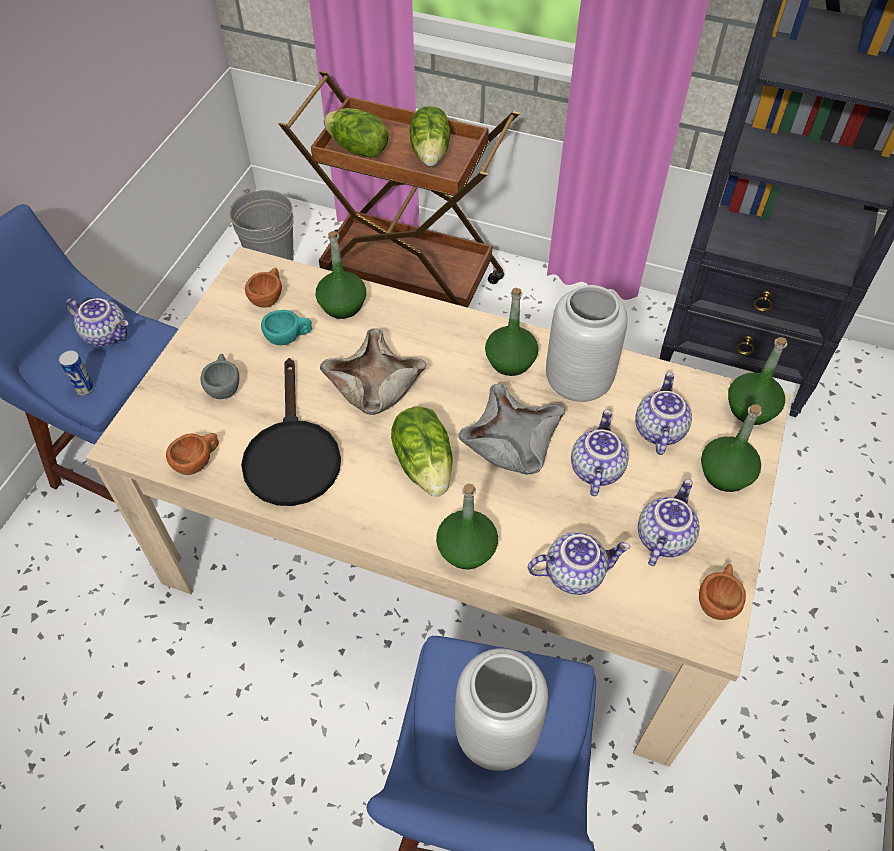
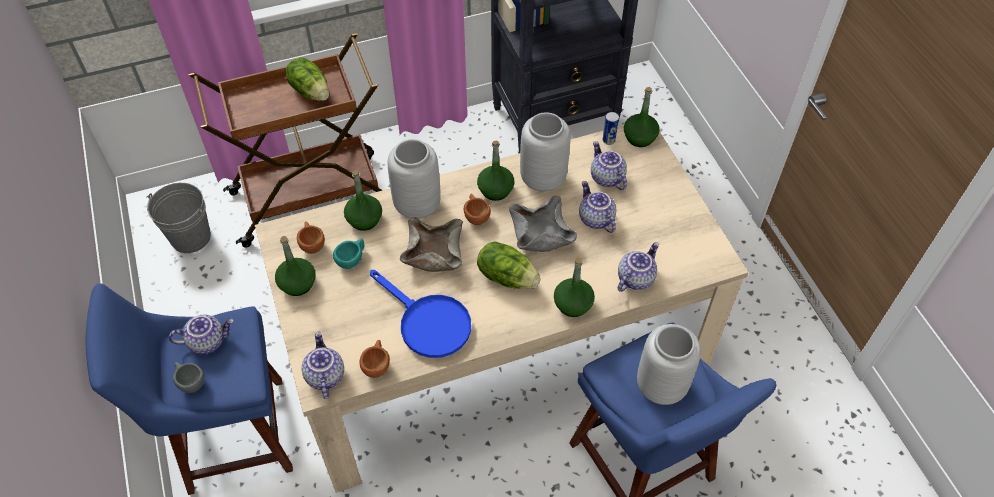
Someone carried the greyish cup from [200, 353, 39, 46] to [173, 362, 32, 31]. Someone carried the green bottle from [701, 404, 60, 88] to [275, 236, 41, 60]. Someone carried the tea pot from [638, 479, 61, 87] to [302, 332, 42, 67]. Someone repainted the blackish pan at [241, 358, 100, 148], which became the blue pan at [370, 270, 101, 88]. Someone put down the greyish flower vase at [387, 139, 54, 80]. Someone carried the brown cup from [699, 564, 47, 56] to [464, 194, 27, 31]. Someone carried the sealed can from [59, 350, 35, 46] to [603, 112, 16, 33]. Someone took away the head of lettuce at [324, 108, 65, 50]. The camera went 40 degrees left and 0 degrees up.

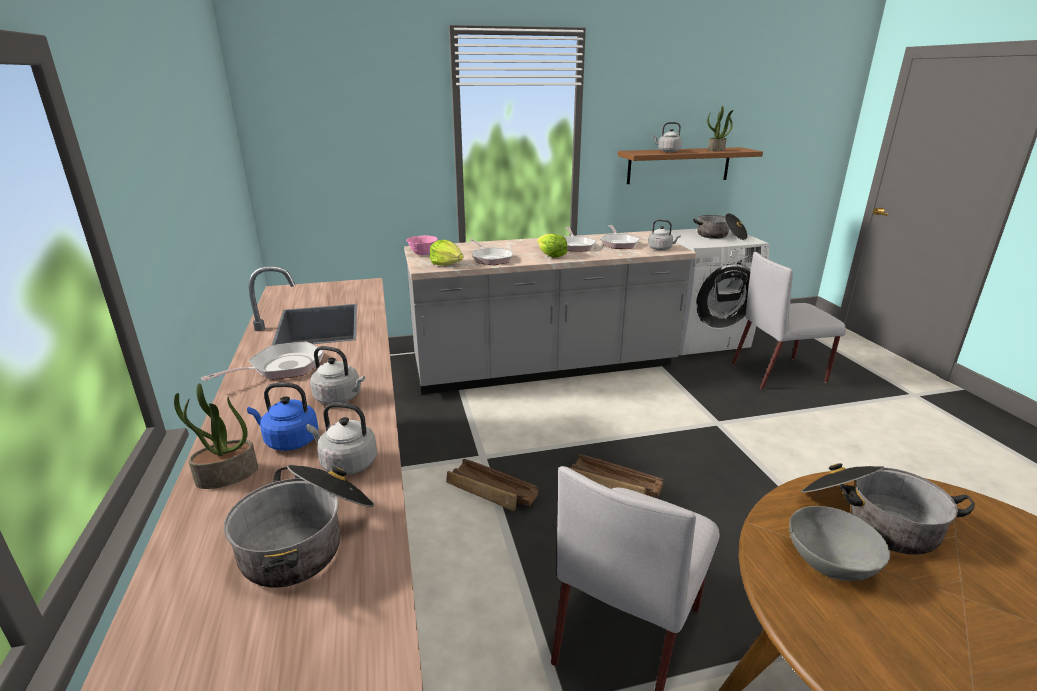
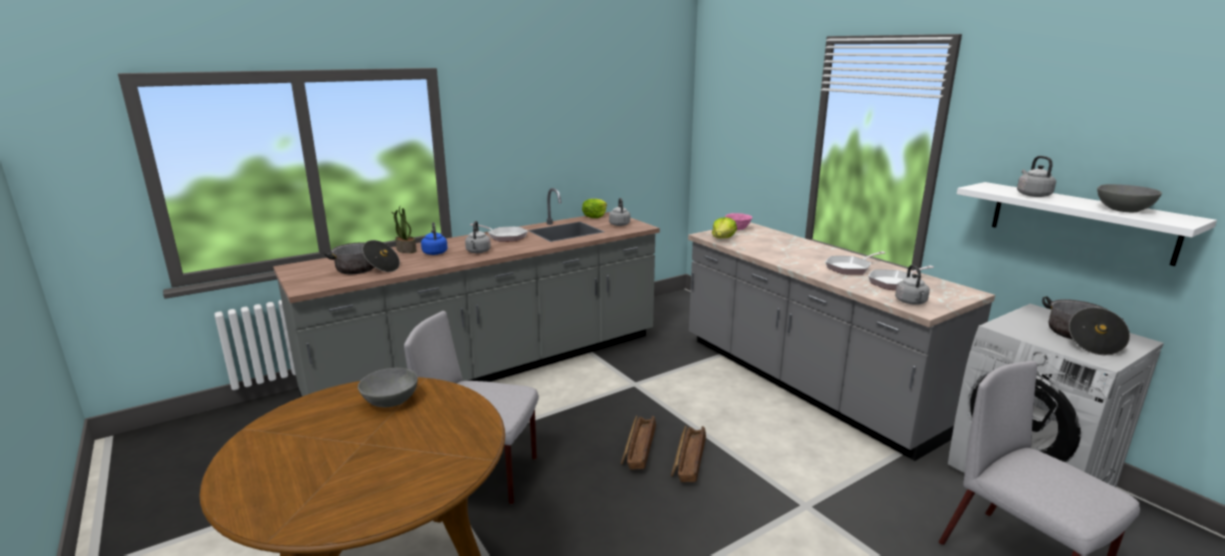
Someone carried the head of lettuce from [537, 234, 31, 24] to [582, 199, 25, 19]. Someone carried the greyish water kettle from [306, 403, 71, 72] to [609, 198, 21, 28]. Someone carried the packing crate from [446, 459, 92, 52] to [671, 425, 35, 57]. Someone repainted the brown wall shelf at [618, 147, 145, 37], which became the white-coloured wall shelf at [957, 182, 260, 84]. Someone swapped the plant in a pot at [707, 106, 26, 45] for the greyish bowl at [1097, 184, 65, 28]. Someone took away the pan at [469, 239, 44, 26]. Someone took away the cooking pot at [801, 463, 174, 92]. The camera went 70 degrees right and 5 degrees down.

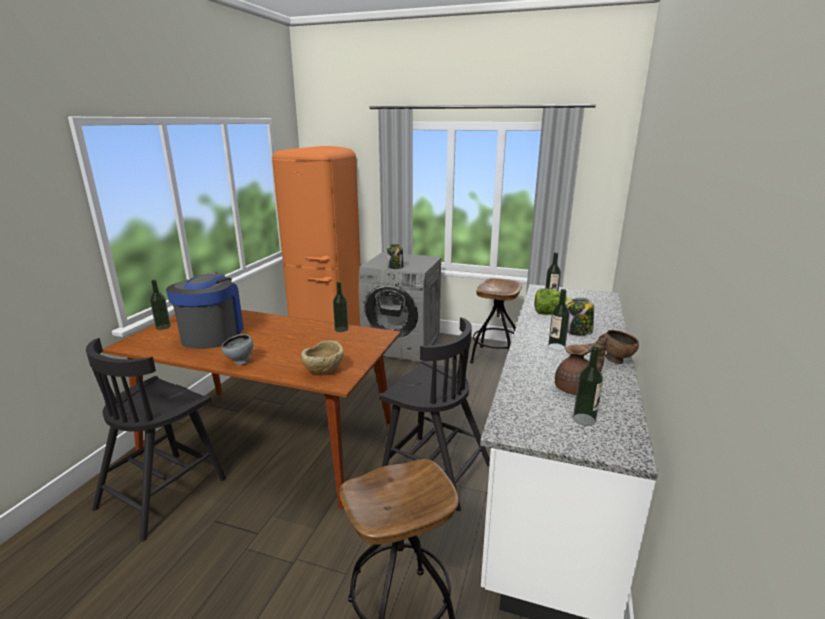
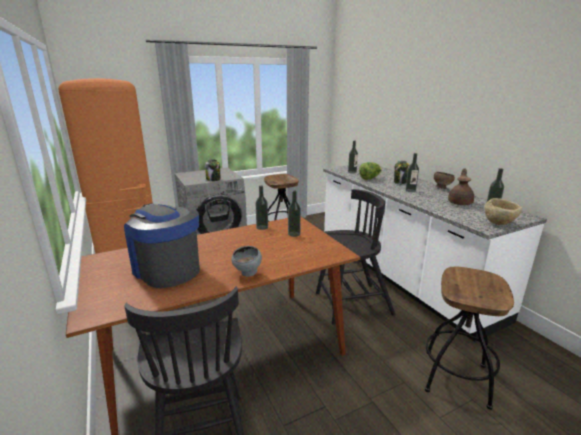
Someone carried the bottle from [150, 280, 21, 50] to [288, 190, 13, 47]. Someone carried the beige bowl from [301, 341, 43, 33] to [484, 198, 38, 27]. The camera went 45 degrees left and 0 degrees up.

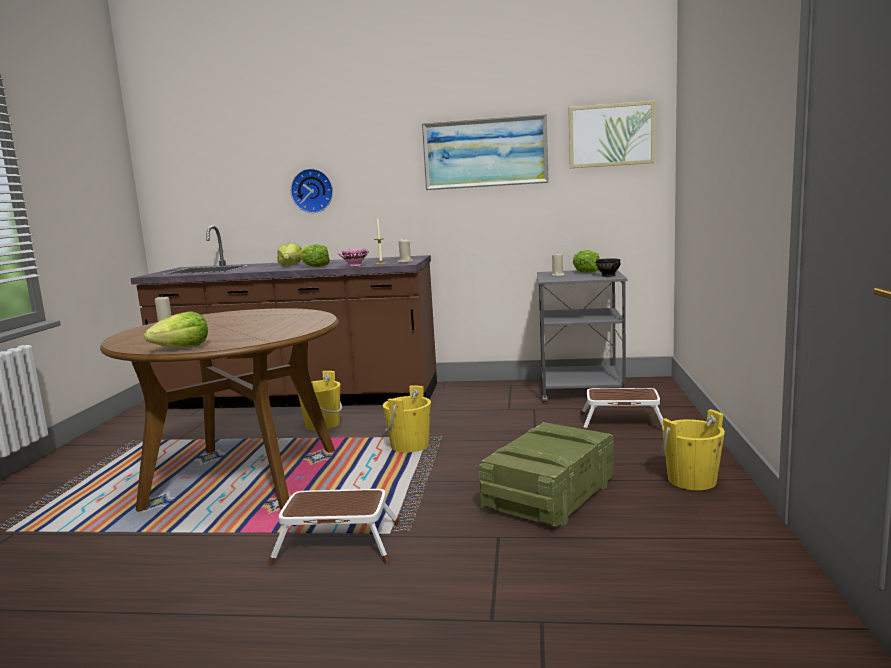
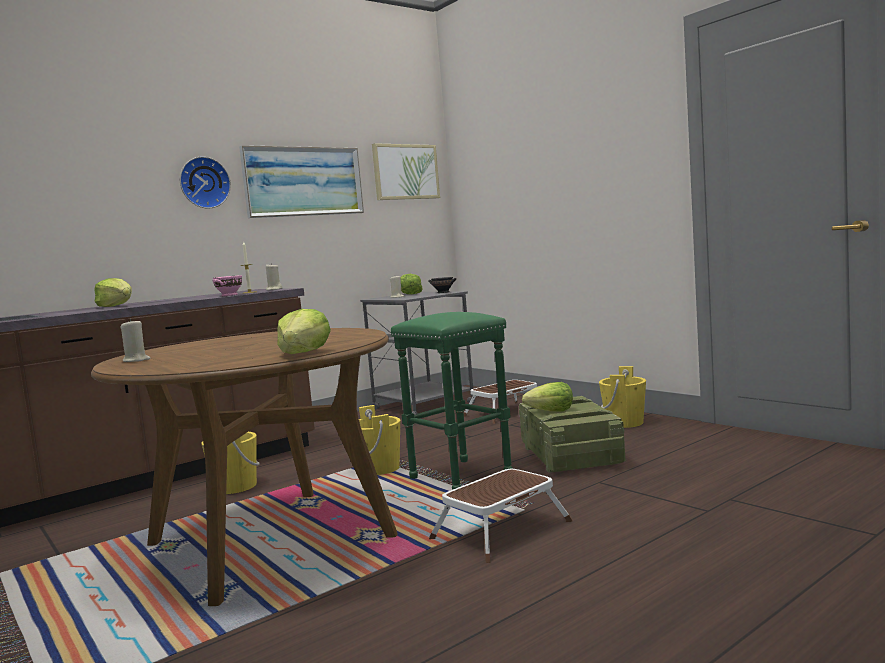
Someone carried the wall clock from [291, 168, 42, 45] to [180, 156, 51, 53]. Someone put down the green stool seat at [391, 312, 121, 178]. Someone carried the head of lettuce from [299, 244, 31, 23] to [522, 382, 51, 29]. The camera went 45 degrees left and 5 degrees down.

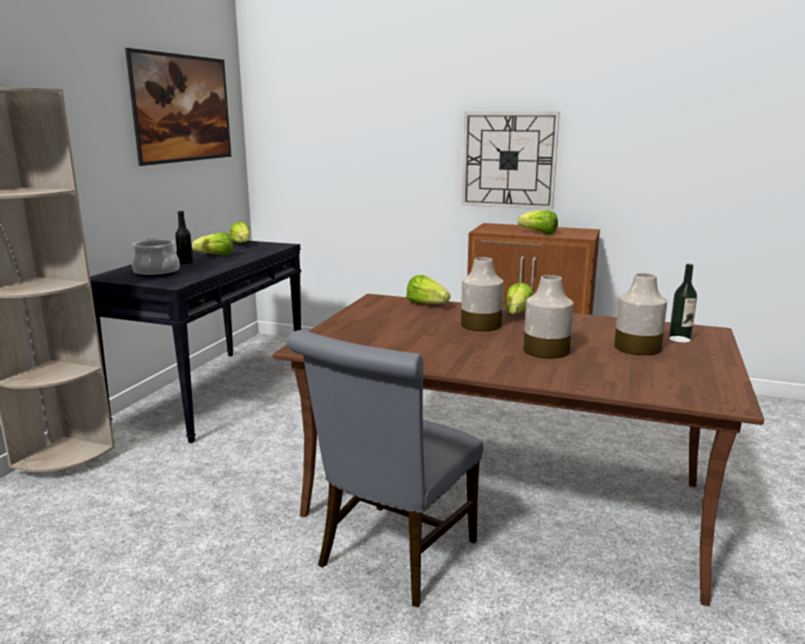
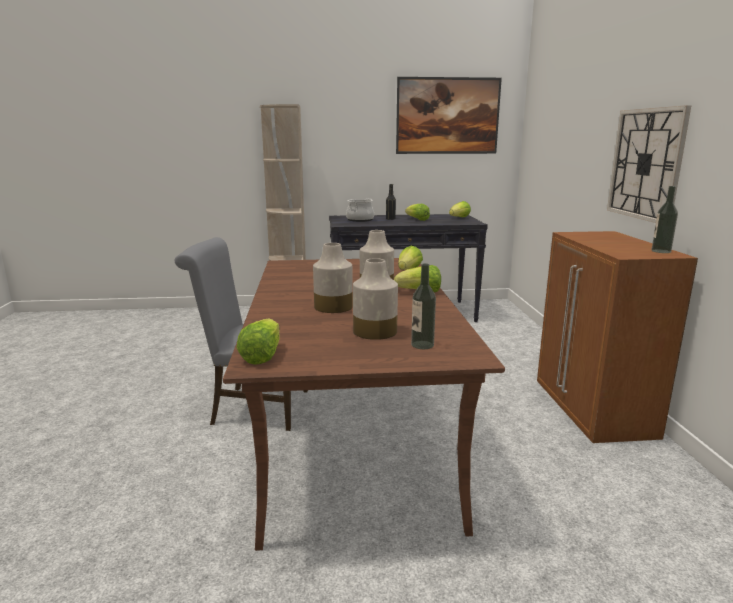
Someone carried the head of lettuce from [518, 210, 40, 24] to [237, 319, 43, 46]. Someone put down the bottle at [652, 186, 26, 67]. The camera went 65 degrees right and 0 degrees up.

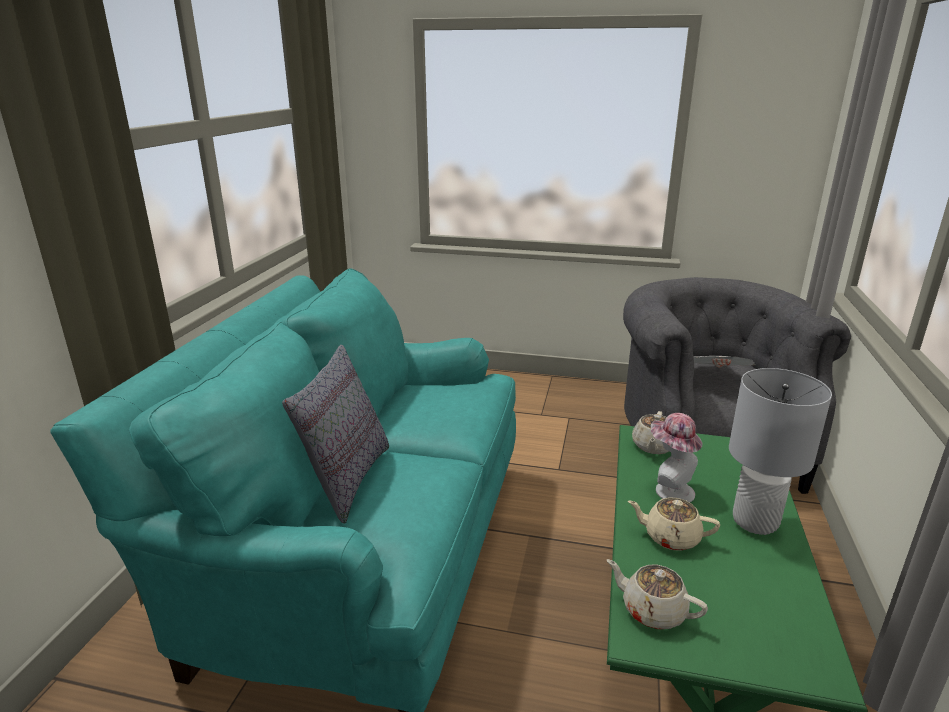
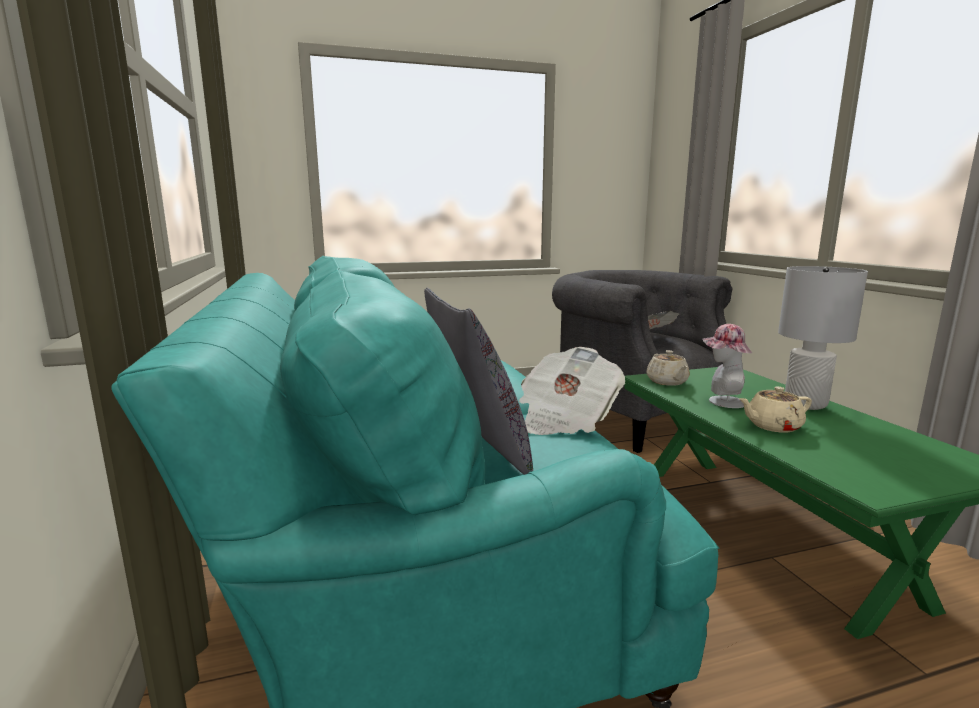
Someone put down the printed paper at [519, 347, 106, 88]. Someone took away the beige tea pot at [607, 559, 101, 70]. The camera went 30 degrees left and 10 degrees down.

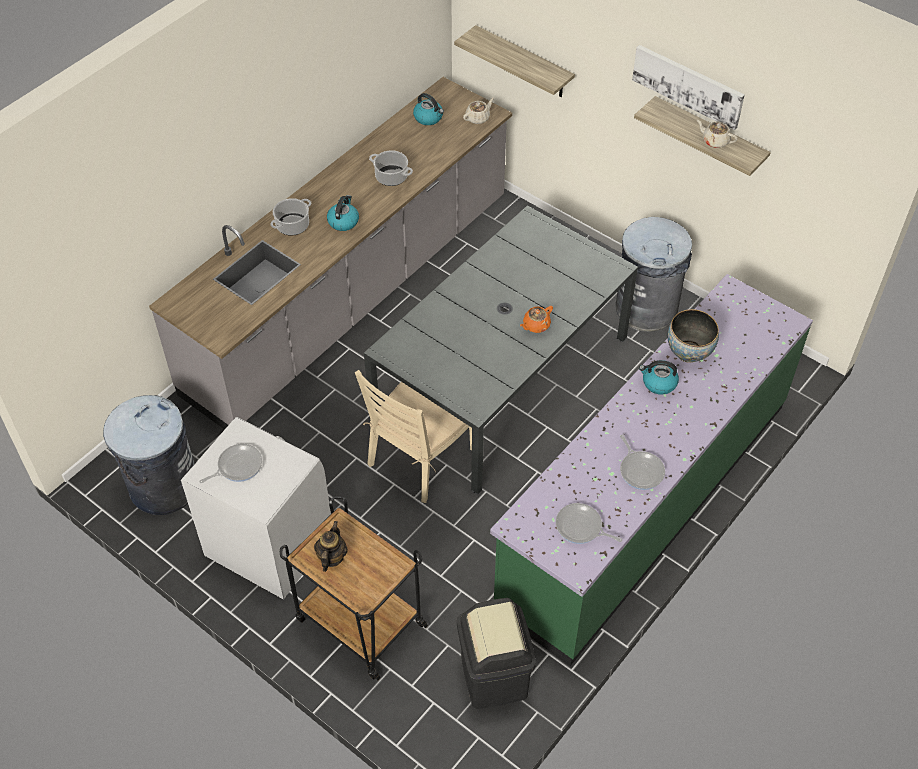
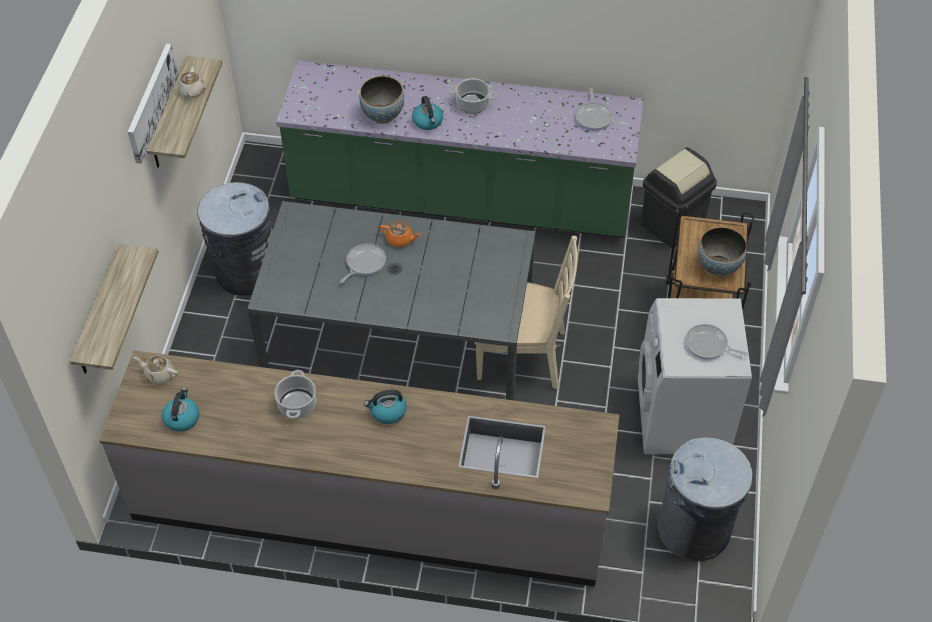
Someone carried the pan from [620, 435, 45, 55] to [340, 243, 46, 40]. Someone carried the cooking pot from [270, 198, 41, 37] to [449, 78, 48, 36]. Someone swapped the tea pot at [314, 521, 34, 51] for the bowl at [698, 227, 49, 50]. The camera went 120 degrees left and 0 degrees up.

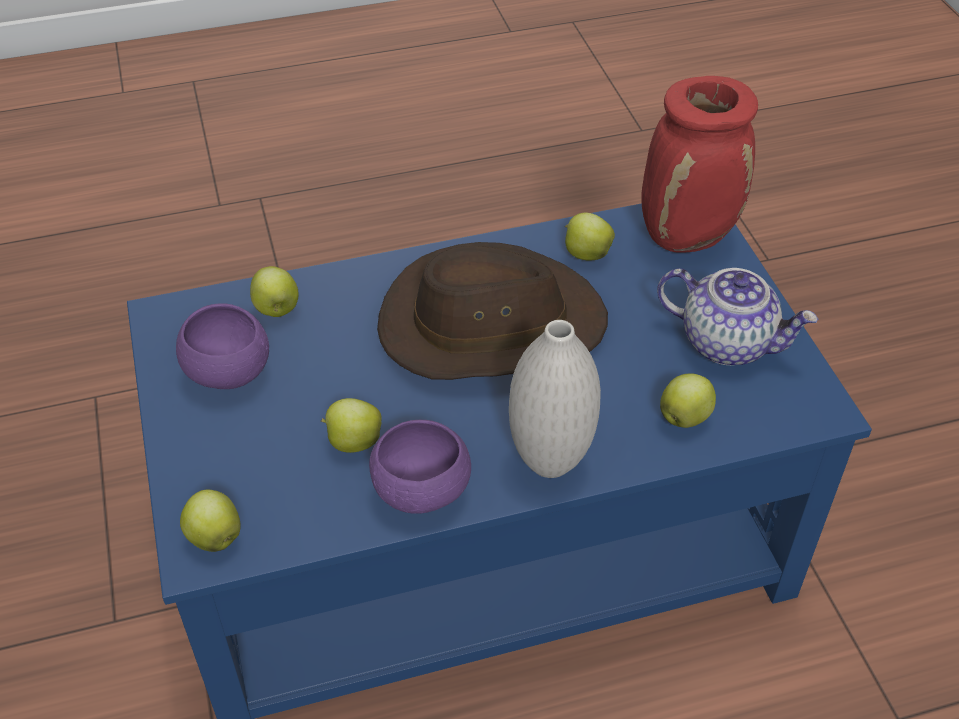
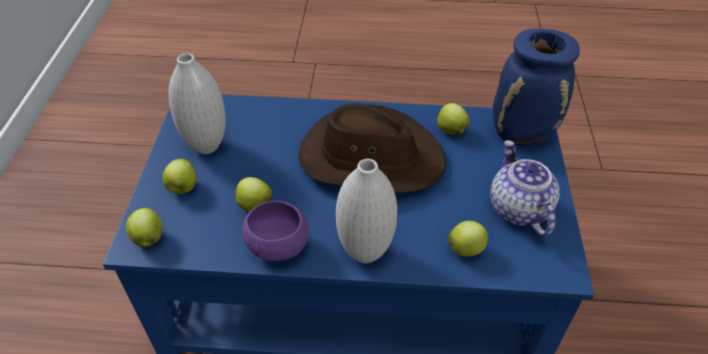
Someone carried the apple fruit from [250, 266, 49, 51] to [162, 159, 34, 35]. Someone swapped the purplish bowl at [176, 303, 93, 86] for the white-coloured flower vase at [168, 53, 58, 101]. Someone rotated the tea pot at [657, 268, 161, 97] by 150 degrees counterclockwise. Someone repainted the red flower vase at [641, 76, 117, 176], which became the blue flower vase at [493, 28, 87, 118]. The camera went 20 degrees right and 0 degrees up.

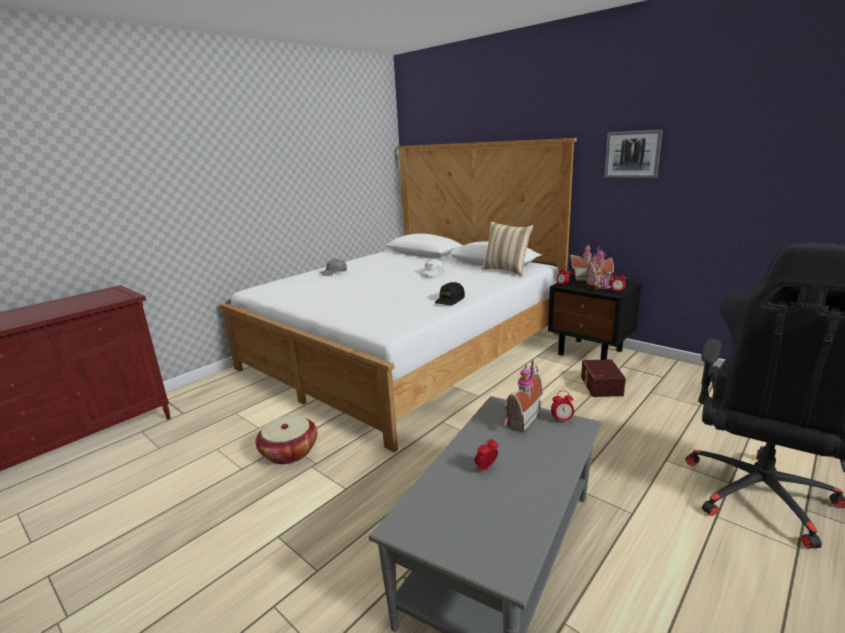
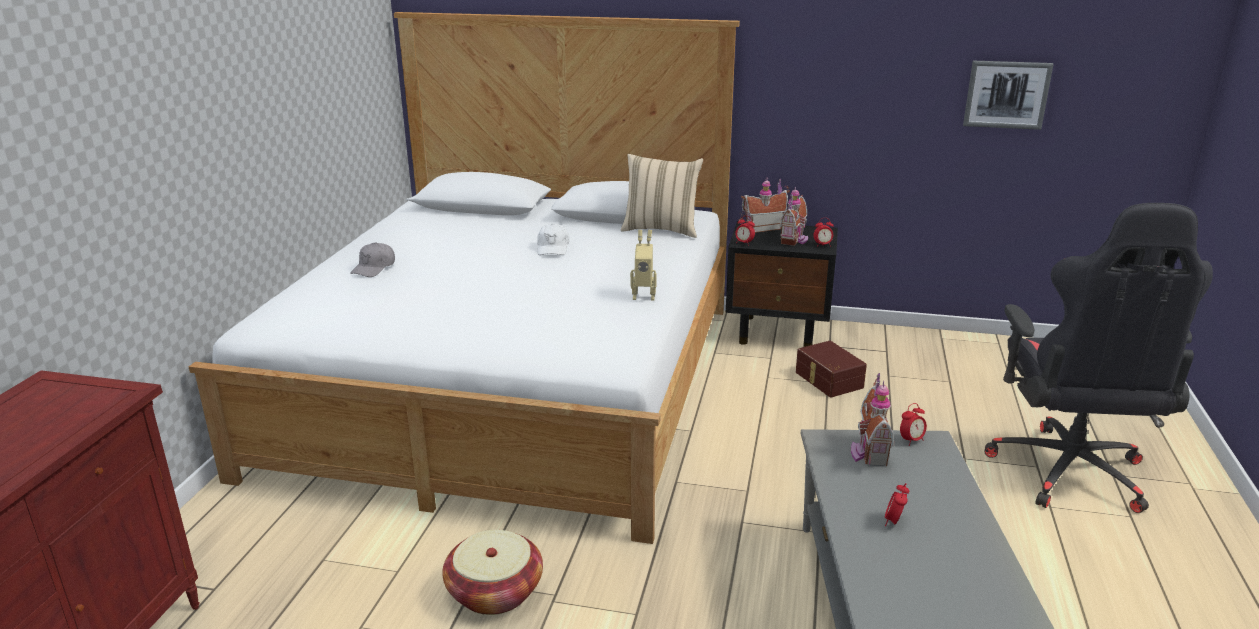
Someone swapped the blackish cap at [435, 282, 30, 23] for the robot figure at [630, 230, 27, 70]. Someone carried the wall art from [604, 130, 59, 48] to [963, 61, 90, 69]. The camera went 30 degrees left and 5 degrees up.

